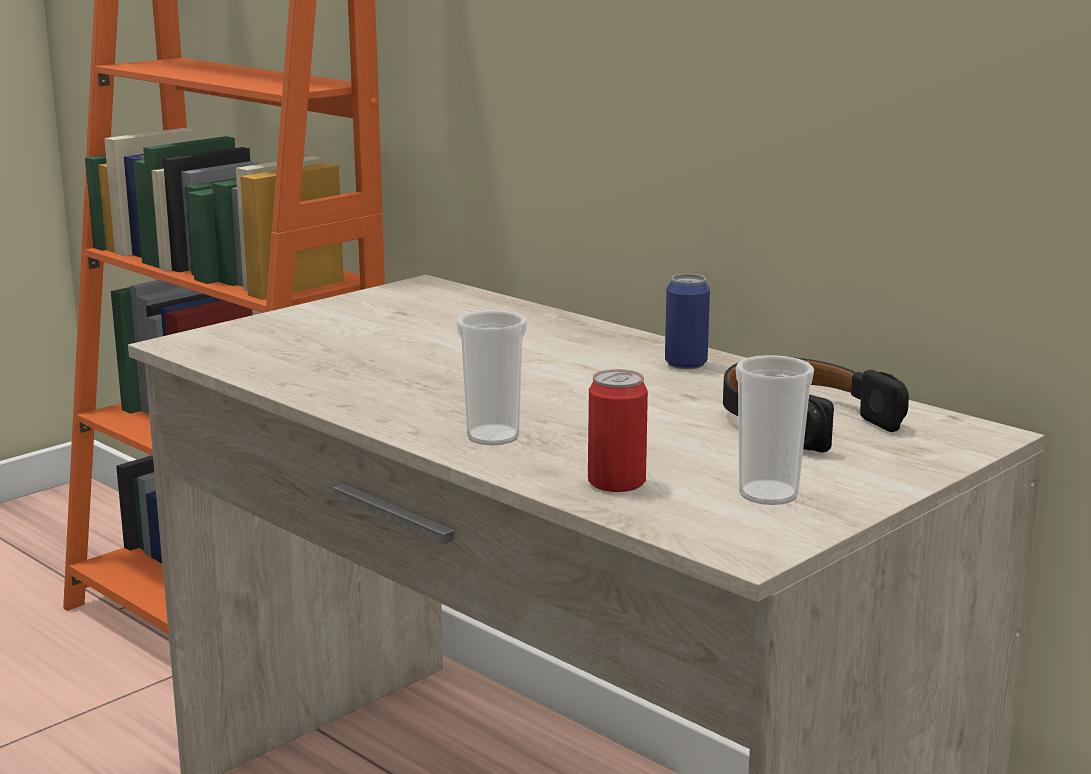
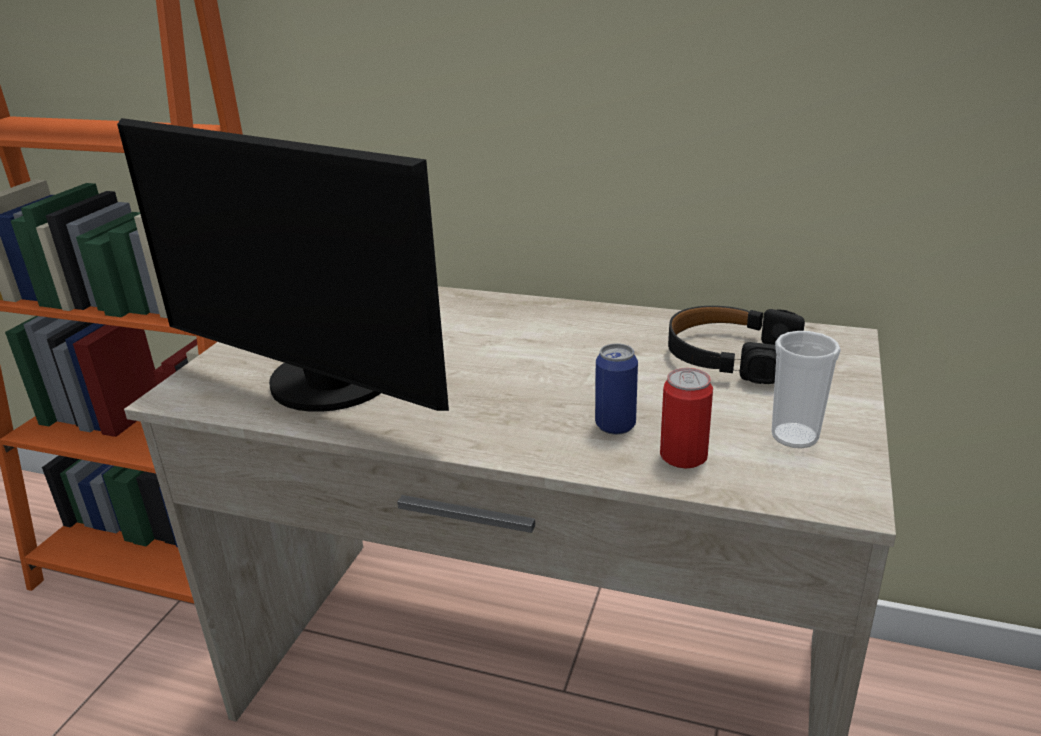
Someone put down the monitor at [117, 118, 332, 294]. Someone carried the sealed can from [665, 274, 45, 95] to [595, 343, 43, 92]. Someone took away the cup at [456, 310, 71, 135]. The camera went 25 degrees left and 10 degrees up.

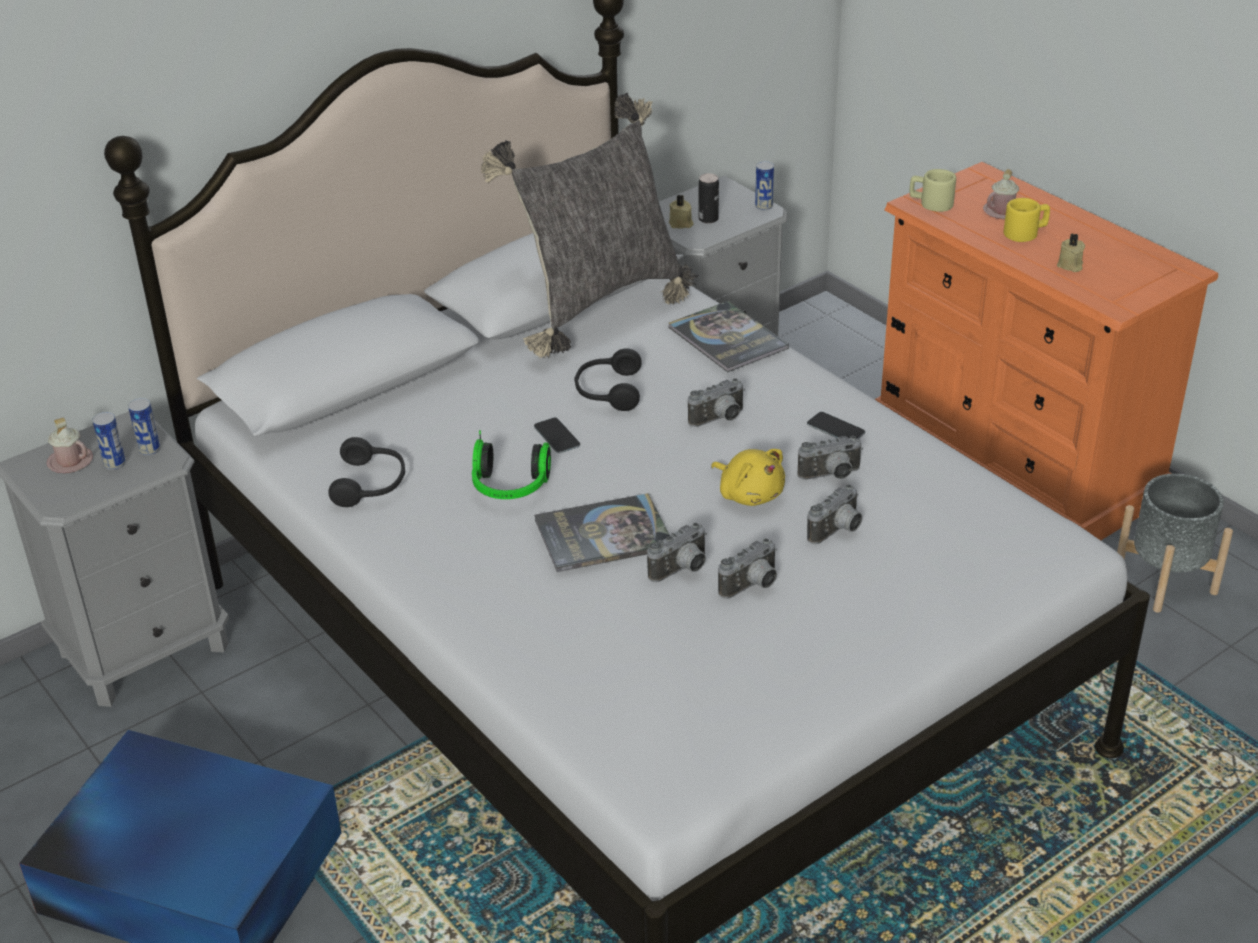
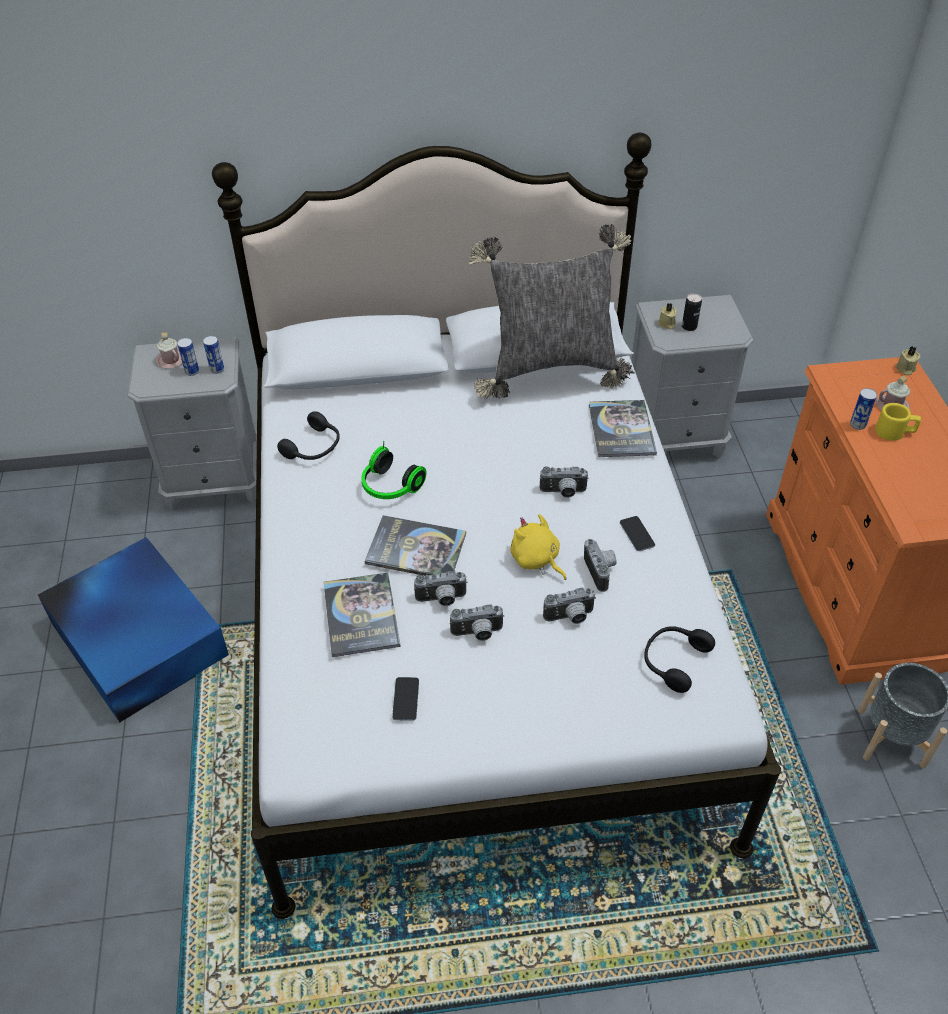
Someone put down the book at [323, 573, 78, 84]. Someone carried the phone from [534, 418, 46, 35] to [392, 677, 27, 44]. Someone rotated the yellowish cuddly toy at [711, 449, 74, 57] by 150 degrees clockwise. Someone rotated the photo camera at [798, 436, 65, 44] by 120 degrees counterclockwise. Someone carried the blackish headphones from [574, 348, 68, 63] to [644, 626, 71, 67]. Someone carried the sealed can from [755, 161, 19, 49] to [850, 388, 27, 42]. Someone carried the beige candle from [1057, 233, 28, 39] to [895, 346, 25, 29]. Someone took away the beige coffee mug at [910, 169, 46, 43]. The camera went 30 degrees right and 10 degrees up.

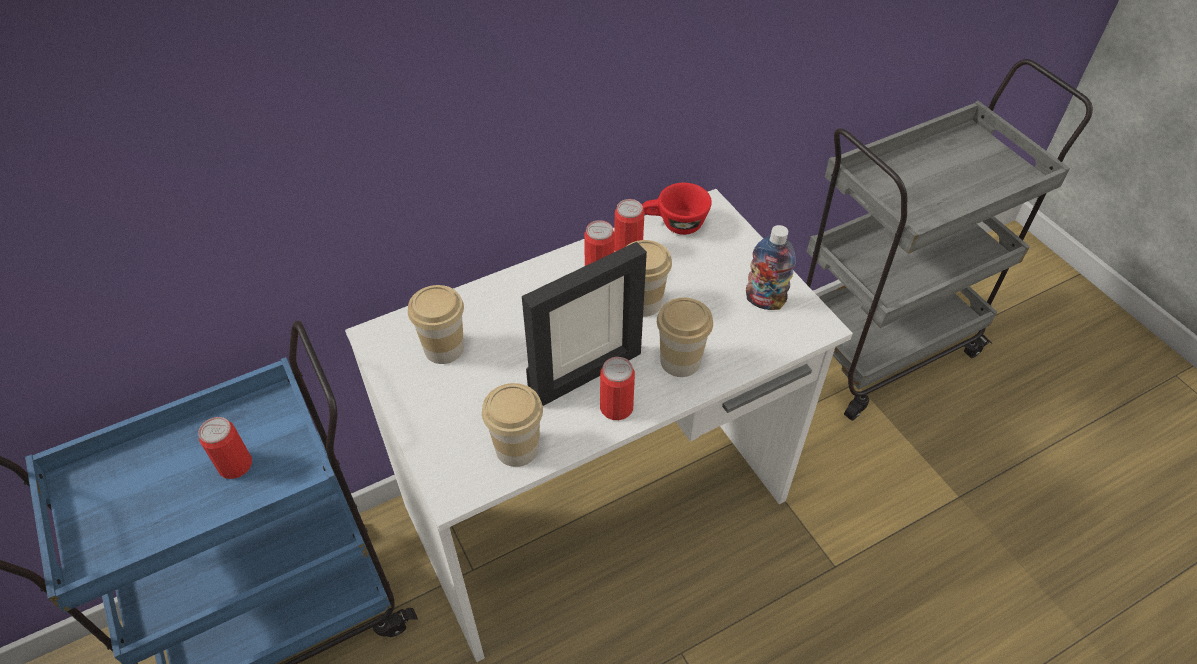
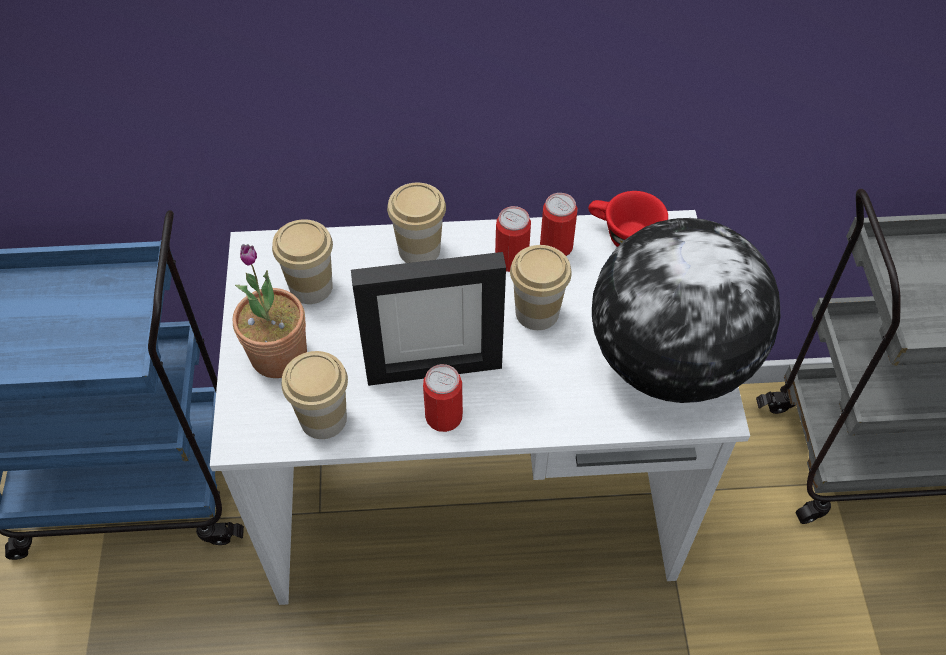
Someone put down the plant in a pot at [233, 244, 74, 134]. Someone carried the cup from [657, 298, 56, 79] to [387, 183, 59, 80]. Someone swapped the bottle at [746, 225, 50, 85] for the globe at [592, 218, 188, 185]. Someone took away the sealed can at [198, 417, 54, 62]. The camera went 25 degrees right and 5 degrees up.

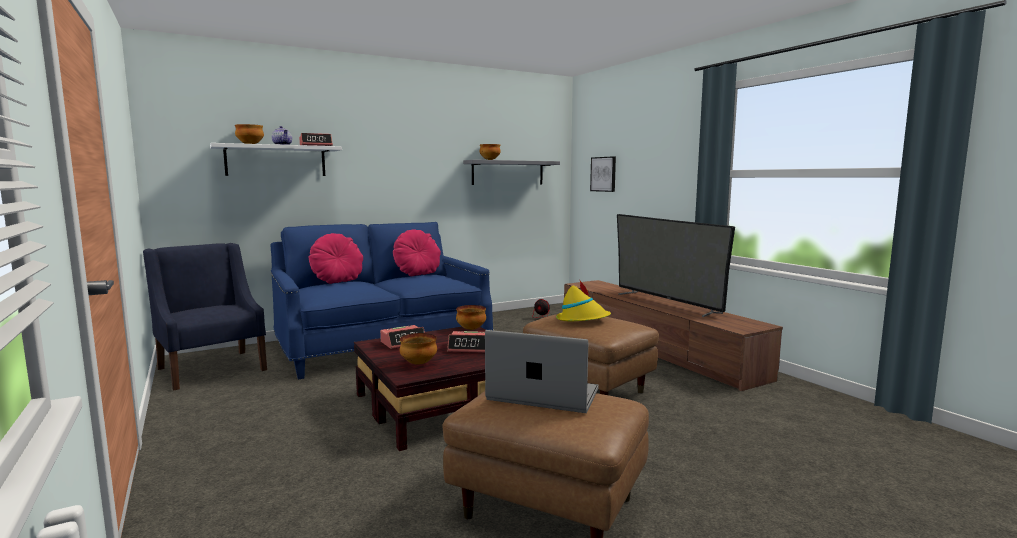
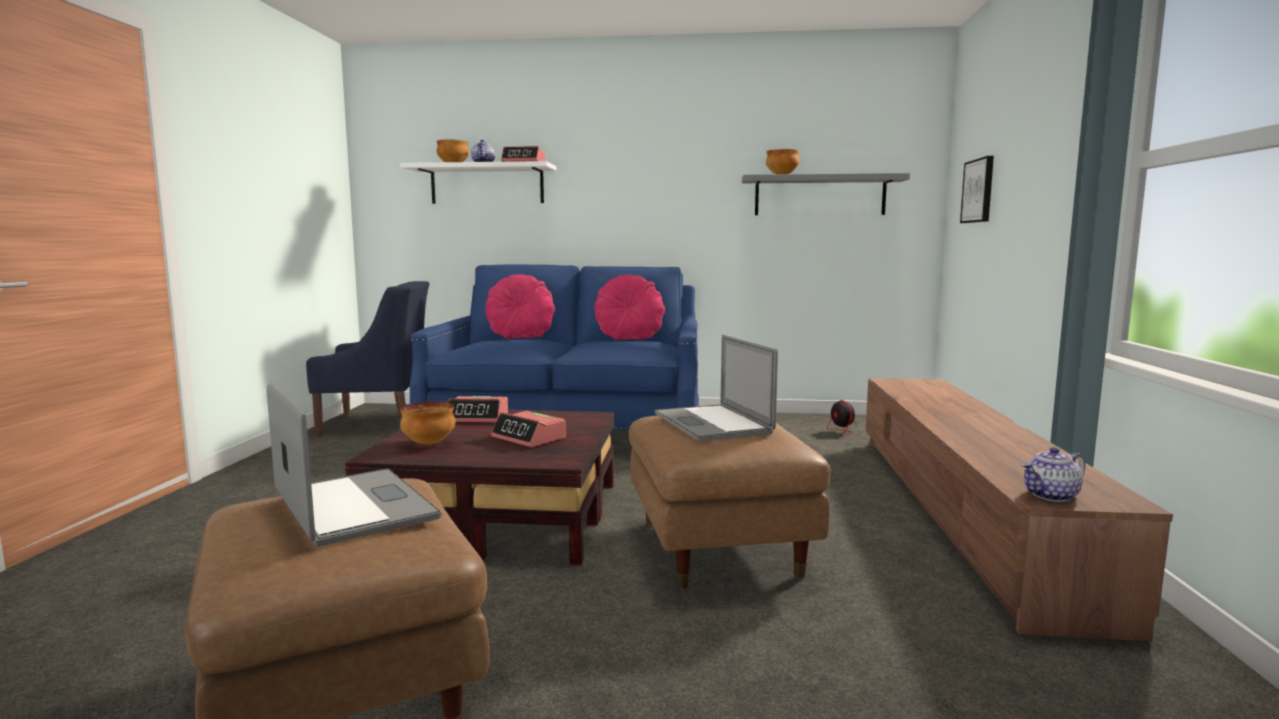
Someone rotated the blue armchair at [143, 243, 124, 148] by 90 degrees clockwise. Someone swapped the yellowish clothing hat at [556, 279, 55, 42] for the notebook computer at [655, 335, 123, 106]. Someone put down the tea pot at [1021, 447, 64, 55]. Someone took away the bowl at [456, 305, 30, 25]. Someone took away the television at [617, 214, 118, 103]. The camera went 35 degrees right and 0 degrees up.

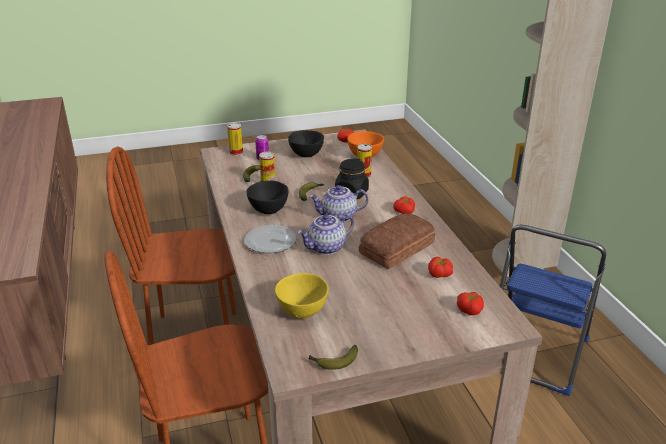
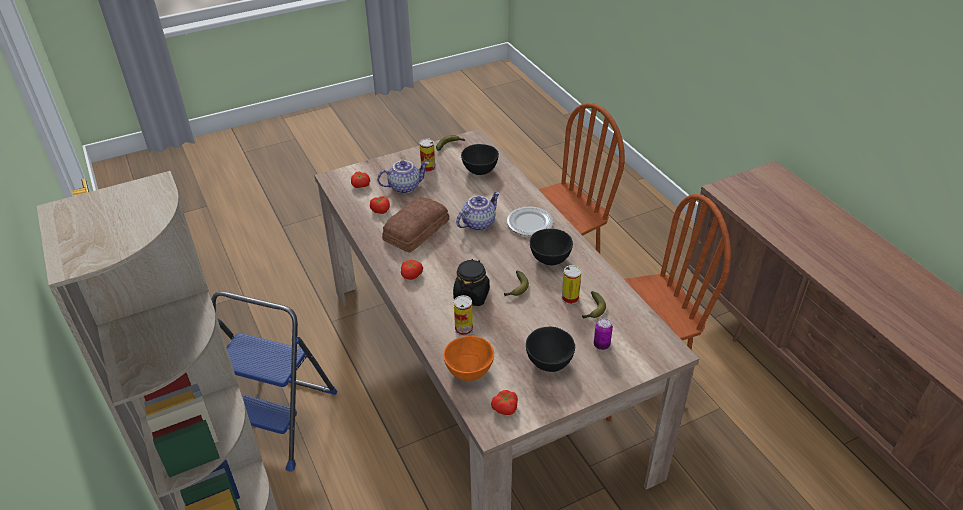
Someone carried the tea pot from [309, 185, 59, 37] to [377, 160, 52, 34]. Someone carried the sealed can from [227, 123, 16, 33] to [419, 138, 16, 34]. Someone repainted the yellowish bowl at [275, 273, 54, 46], which became the blackish bowl at [461, 144, 38, 31]. The camera went 170 degrees right and 10 degrees up.

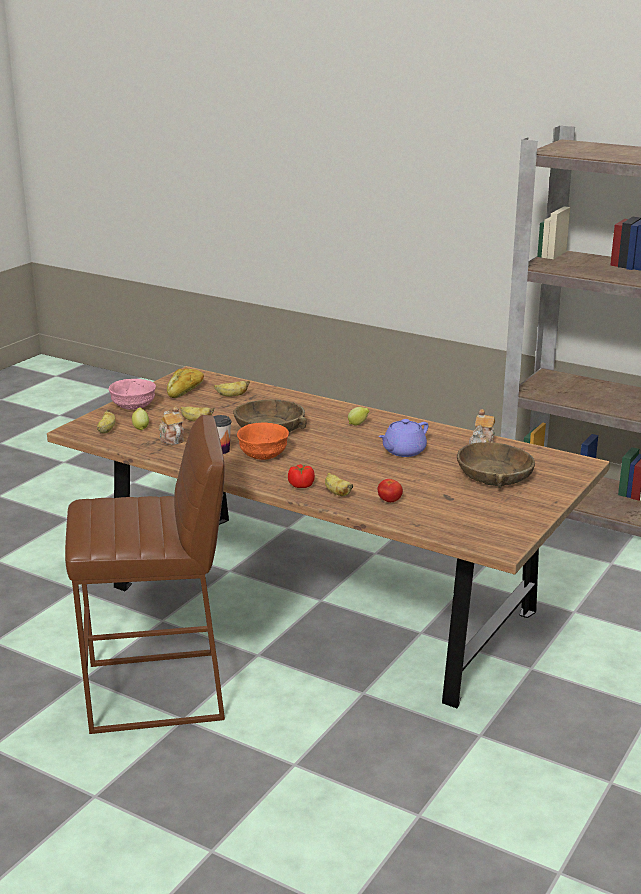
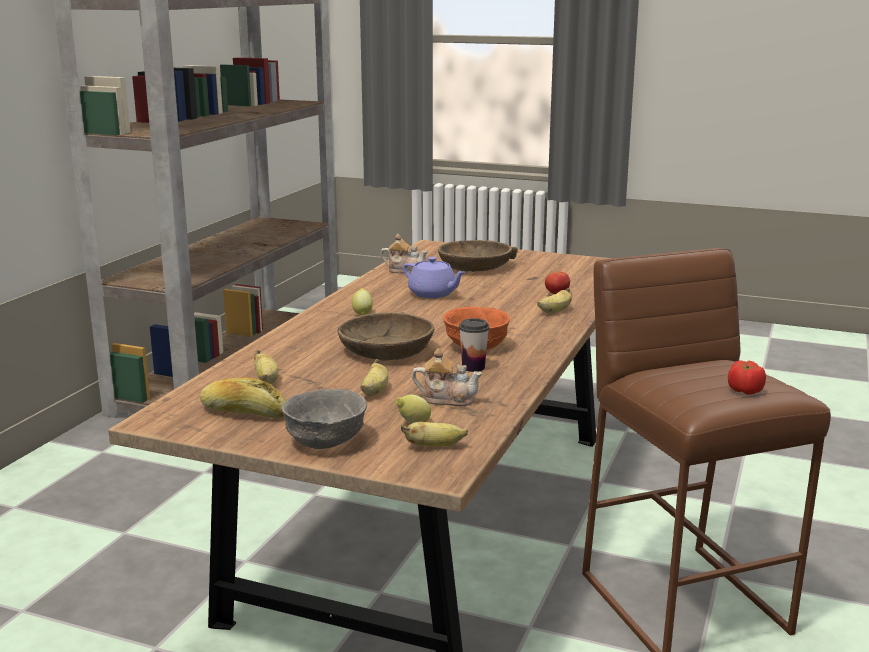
Someone repainted the pink bowl at [108, 379, 48, 31], which became the greyish bowl at [282, 389, 85, 60]. Someone rotated the tea pot at [159, 406, 25, 38] by 135 degrees counterclockwise. Someone carried the tomato from [288, 464, 27, 24] to [728, 361, 38, 34]. The camera went 100 degrees left and 5 degrees down.

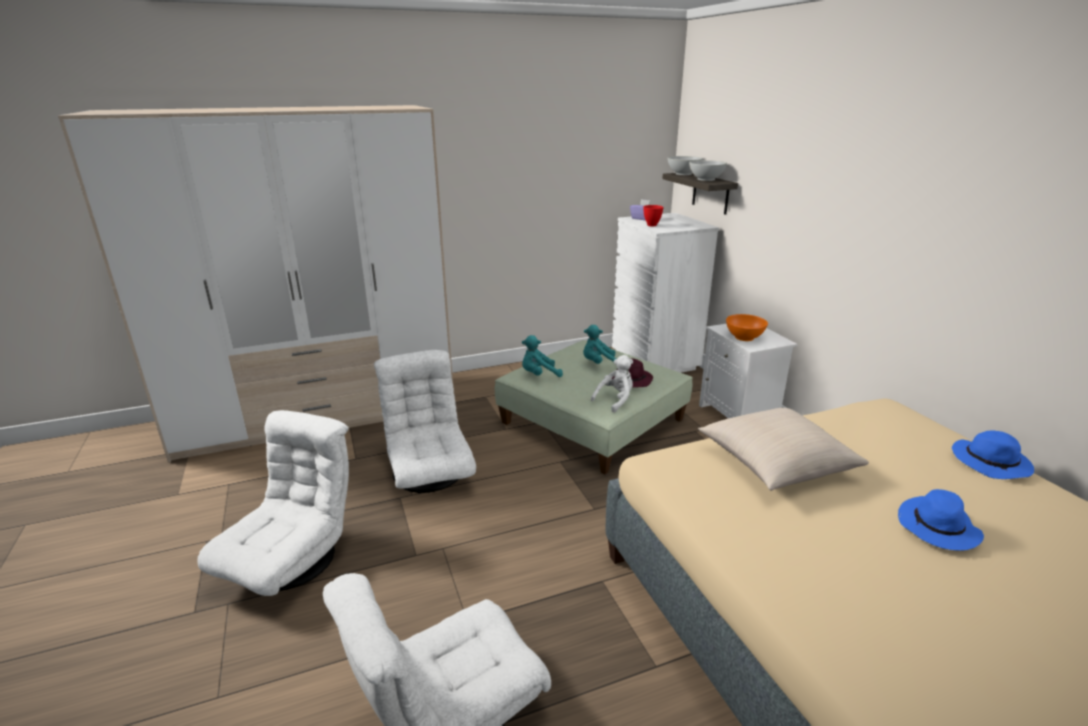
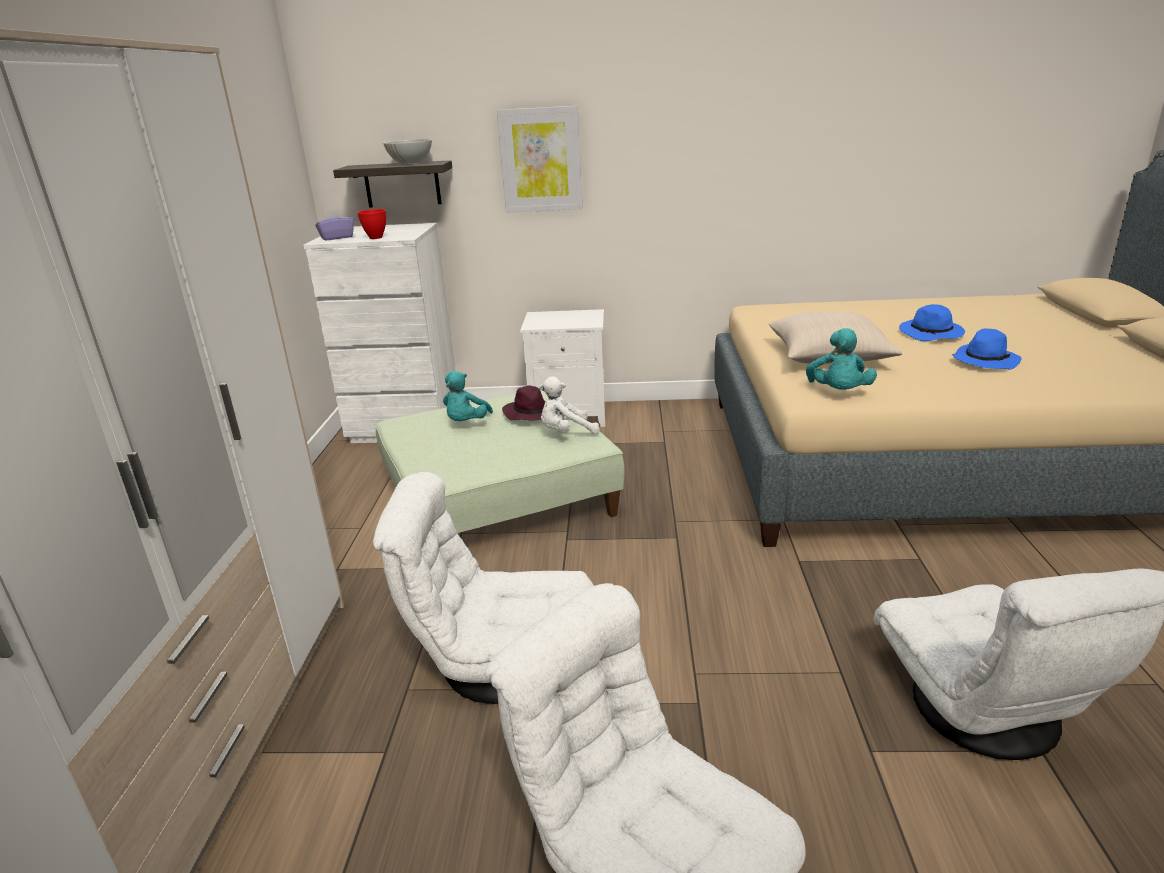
Someone put up the wall art at [497, 106, 86, 107]. Someone rotated the white-coloured cuddly toy at [591, 355, 42, 58] by 90 degrees counterclockwise. Someone carried the blue-green cuddly toy from [522, 335, 41, 42] to [806, 328, 71, 62]. Someone carried the blue clothing hat from [952, 430, 82, 49] to [952, 329, 69, 40]. Someone took away the white-coloured bowl at [668, 156, 35, 19]. Someone took away the orange-coloured bowl at [726, 314, 42, 27]. The camera went 65 degrees left and 0 degrees up.

